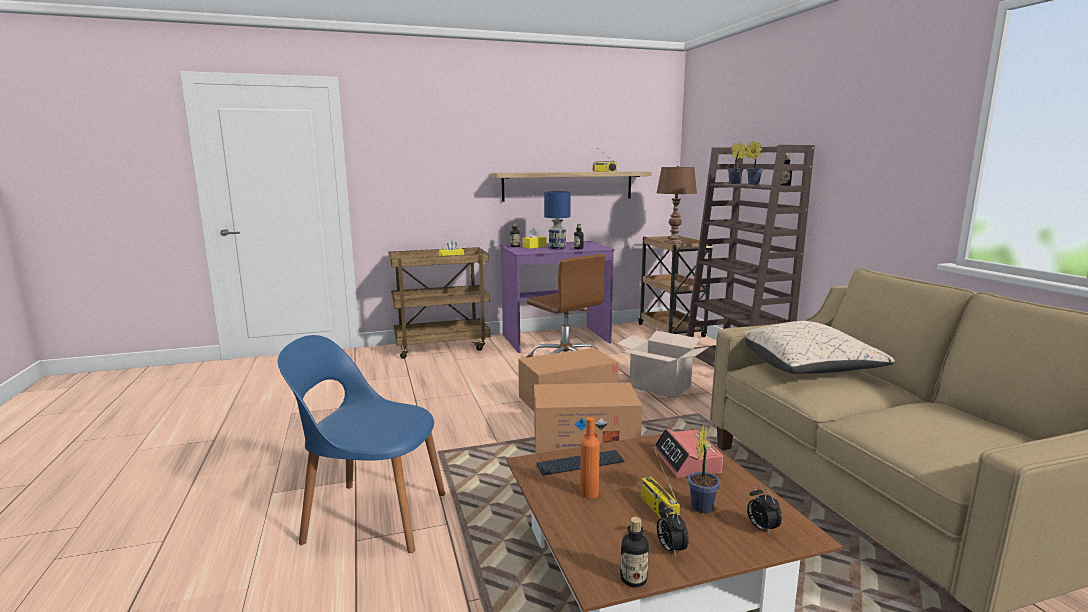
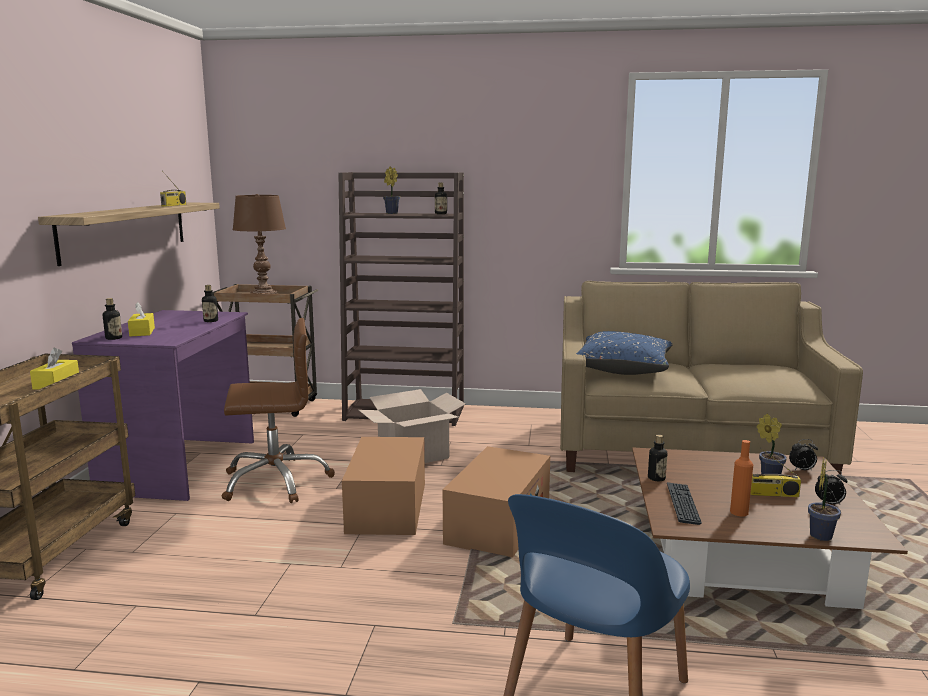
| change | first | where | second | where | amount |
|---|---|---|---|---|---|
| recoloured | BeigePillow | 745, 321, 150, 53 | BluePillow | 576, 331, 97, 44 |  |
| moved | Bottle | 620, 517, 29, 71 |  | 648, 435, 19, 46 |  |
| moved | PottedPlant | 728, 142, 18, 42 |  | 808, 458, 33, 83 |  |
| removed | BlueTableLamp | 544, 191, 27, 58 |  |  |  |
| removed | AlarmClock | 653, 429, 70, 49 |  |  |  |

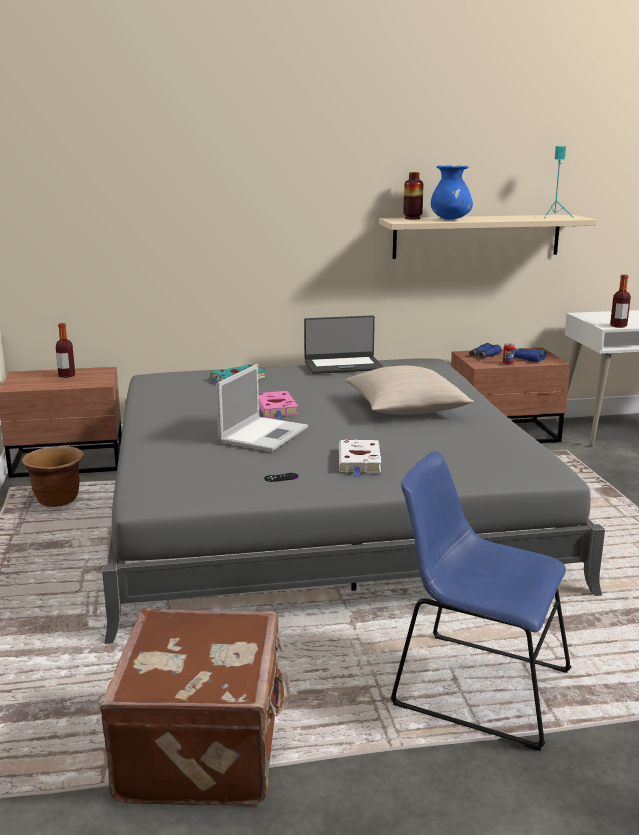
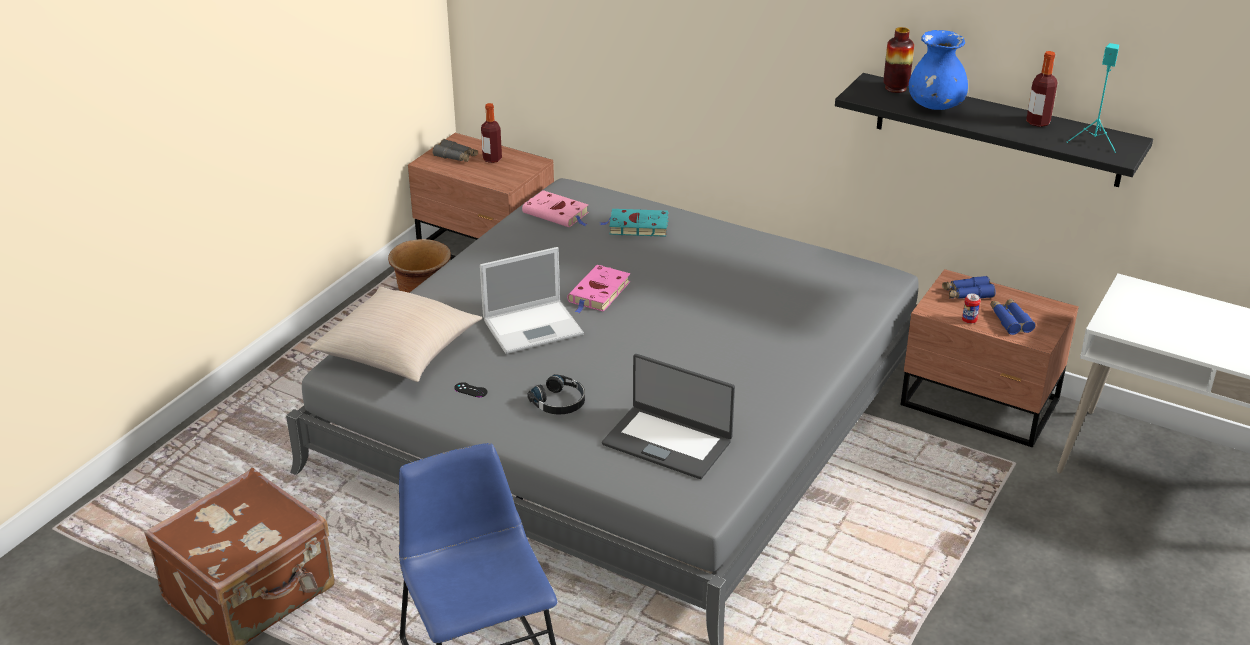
| change | first | where | second | where | amount |
|---|---|---|---|---|---|
| moved | BeigePillow | 345, 366, 129, 48 |  | 310, 287, 172, 95 |  |
| added |  |  | GreyBinoculars | 433, 139, 45, 23 |  |
| added |  |  | PinkBook | 522, 190, 67, 37 |  |
| replaced | WhiteBook | 339, 440, 42, 38 | BlackHeadphones | 527, 374, 58, 40 |  |
| moved | Laptop | 304, 315, 80, 59 |  | 602, 354, 133, 125 |  |
| recoloured | BeigeShelf | 379, 215, 218, 44 | BlackShelf | 835, 73, 318, 114 |  |
| moved | Bottle | 610, 275, 21, 53 |  | 1026, 51, 31, 76 |  |

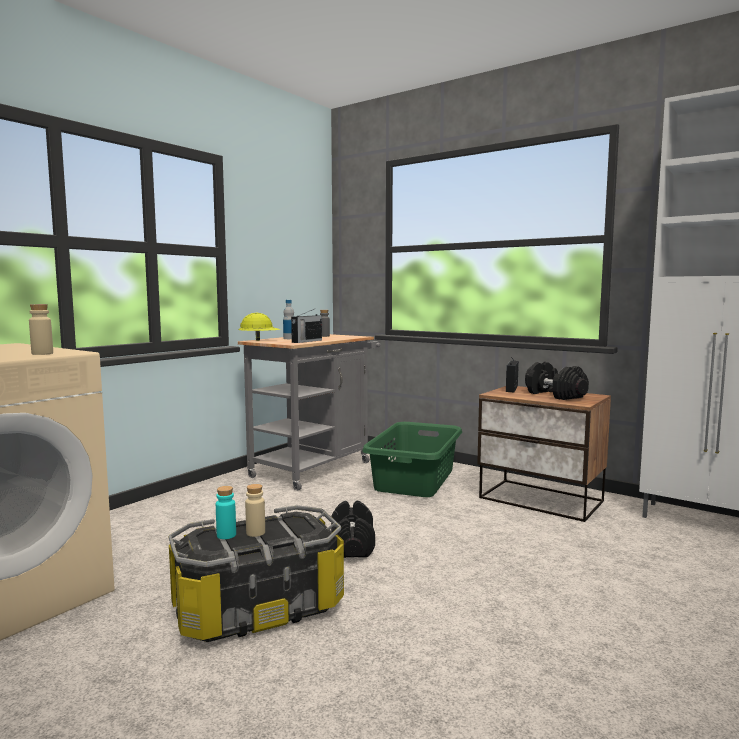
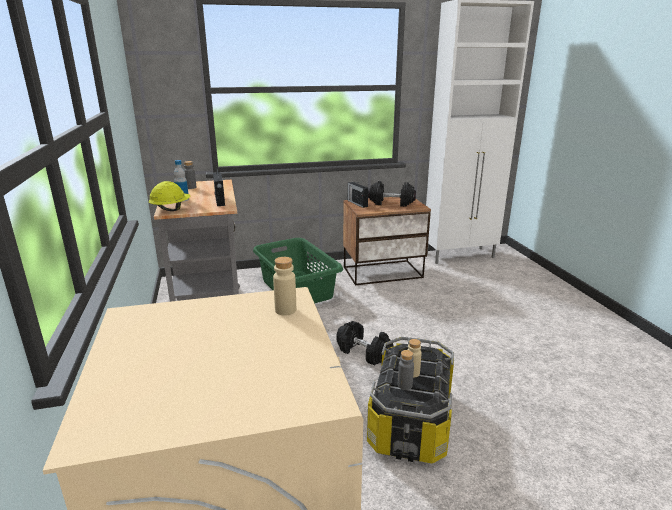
| change | first | where | second | where | amount |
|---|---|---|---|---|---|
| recoloured | TurquoiseBottle | 216, 486, 20, 53 | GreyBottle | 398, 350, 16, 40 |  |

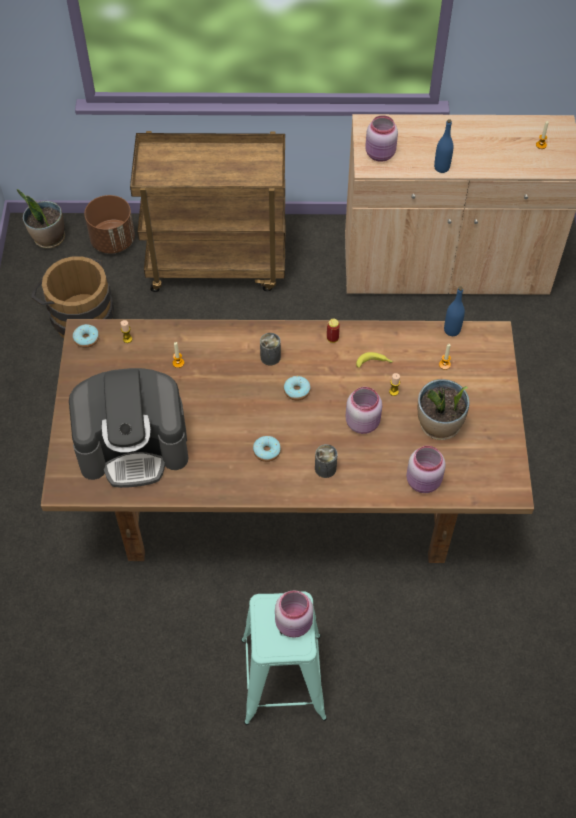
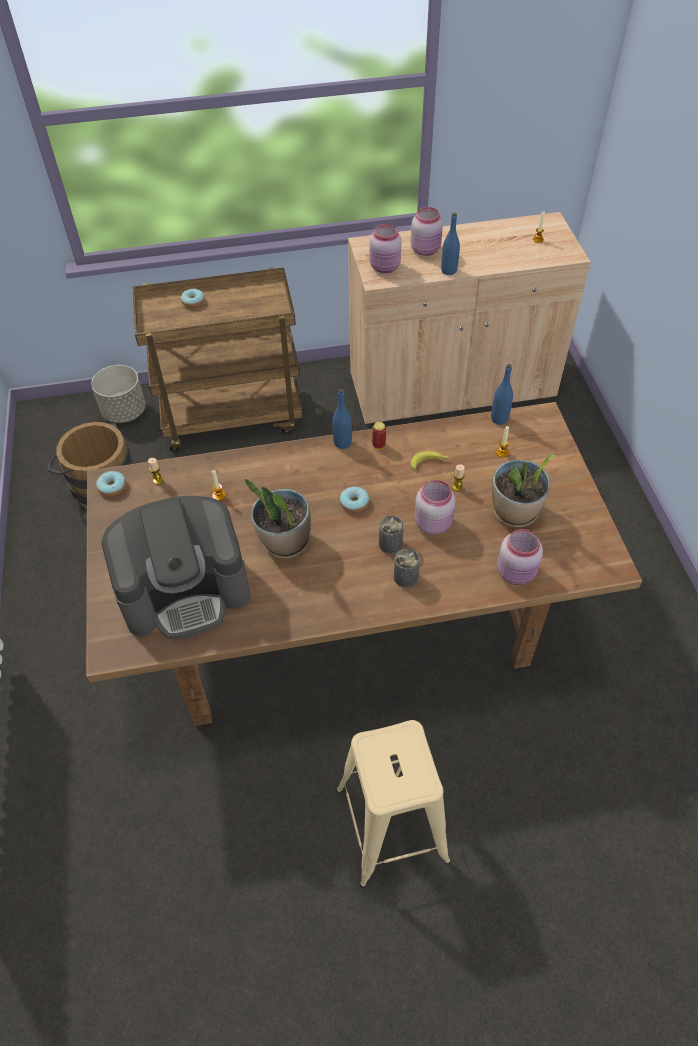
| change | first | where | second | where | amount |
|---|---|---|---|---|---|
| recoloured | BrownPlanter | 84, 195, 51, 59 | GreyPlanter | 91, 365, 55, 58 |  |
| moved | Donut | 253, 436, 28, 26 |  | 181, 288, 24, 20 |  |
| moved | PottedPlant | 17, 189, 48, 59 |  | 245, 479, 66, 79 |  |
| added |  |  | BlueBottle | 332, 389, 20, 60 |  |
| recoloured | TurquoiseStool | 241, 591, 86, 134 | BeigeStool | 336, 720, 115, 168 |  |
| moved | Can | 260, 333, 21, 32 |  | 379, 516, 25, 38 |  |
| moved | PinkJar | 275, 590, 38, 48 |  | 411, 207, 32, 49 |  |

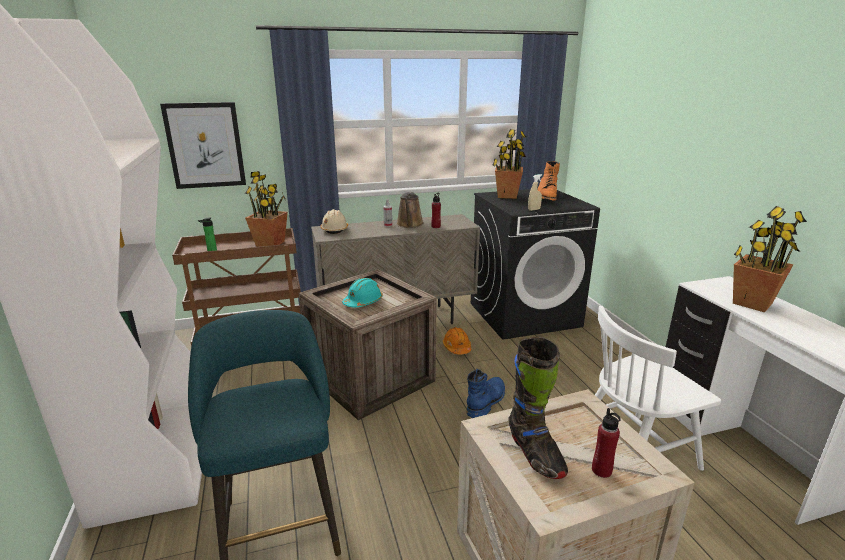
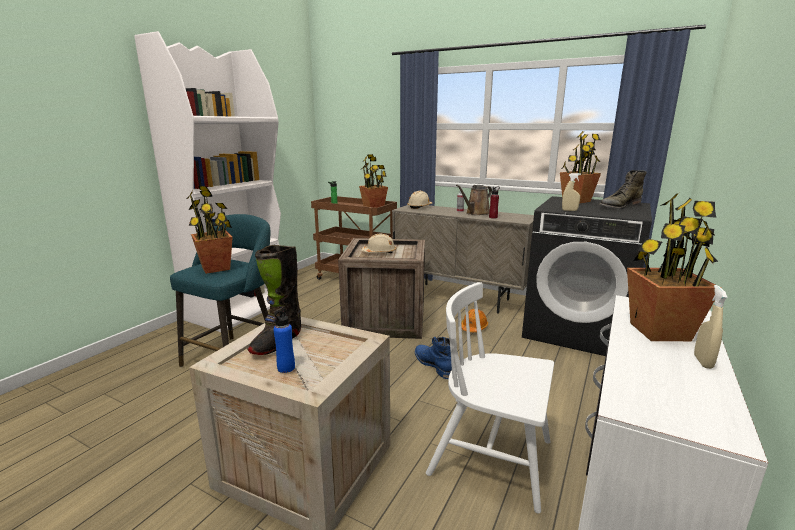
| change | first | where | second | where | amount |
|---|---|---|---|---|---|
| added |  |  | PottedPlant | 186, 186, 47, 88 |  |
| recoloured | RedBottle | 592, 408, 29, 70 | BlueBottle | 273, 308, 22, 65 |  |
| recoloured | TurquoiseHardHat | 342, 278, 41, 30 | BeigeHardHat | 361, 234, 35, 19 |  |
| turned | BlueBoot | 467, 369, 38, 49 |  | 415, 337, 37, 42 | 105 degrees counterclockwise |
| recoloured | OrangeBoot | 537, 161, 23, 39 | GreenBoot | 599, 170, 48, 39 |  |
| added |  |  | BeigeSprayBottle | 694, 285, 34, 84 |  |
| removed | Picture | 160, 102, 86, 87 |  |  |  |

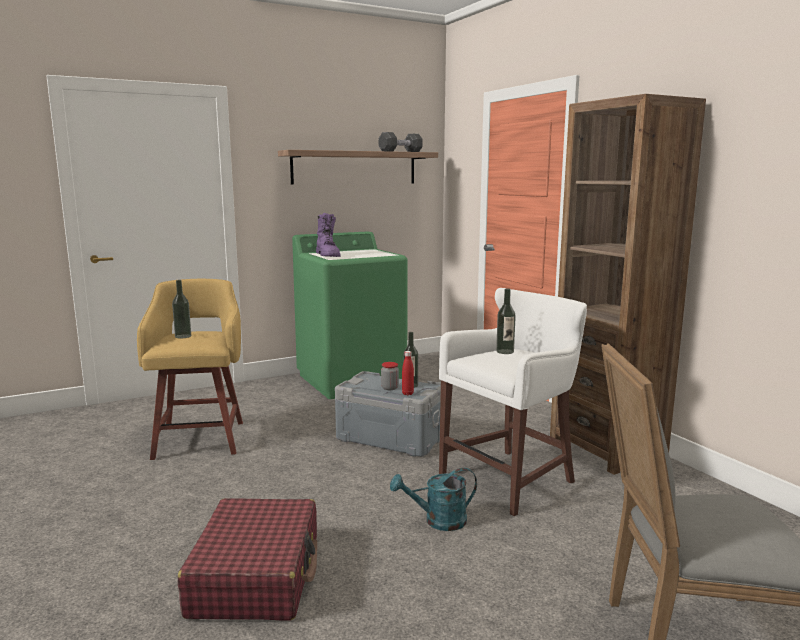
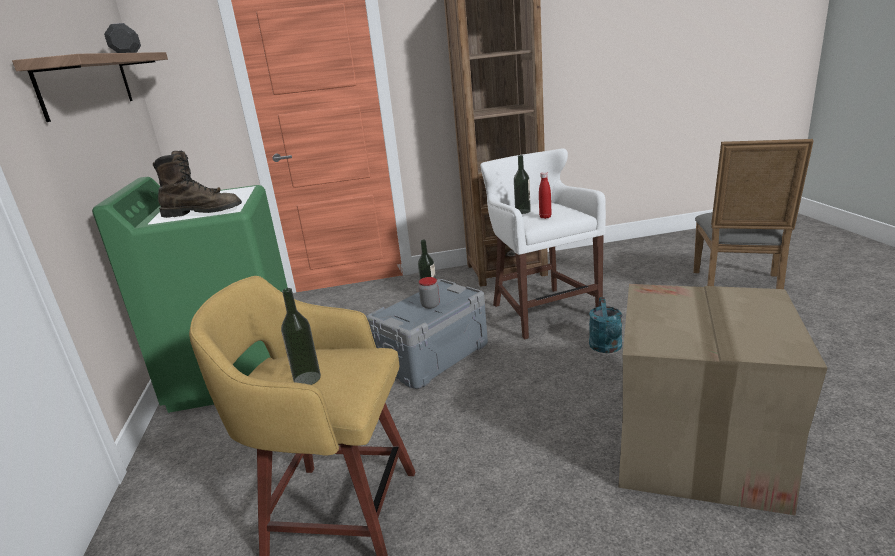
| change | first | where | second | where | amount |
|---|---|---|---|---|---|
| recoloured | PurpleBoot | 316, 213, 25, 44 | BrownBoot | 153, 151, 89, 67 |  |
| moved | RedBottle | 402, 351, 12, 44 |  | 539, 172, 12, 47 |  |
| replaced | RedSuitcase | 178, 498, 139, 123 | CardboardBox | 618, 284, 209, 231 |  |

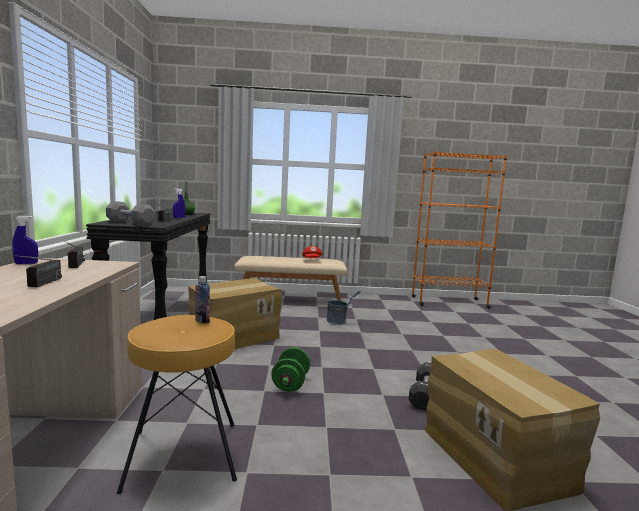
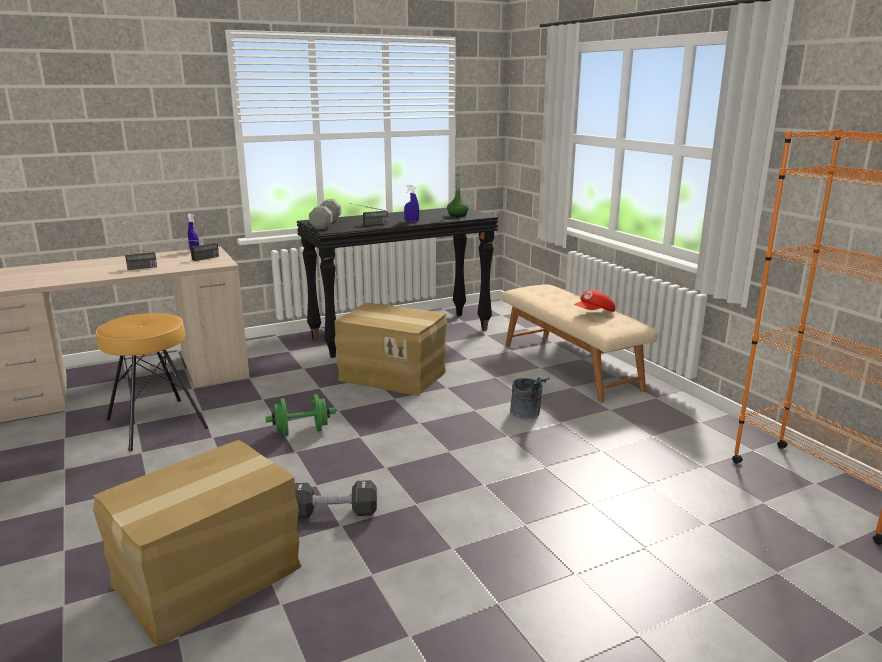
| change | first | where | second | where | amount |
|---|---|---|---|---|---|
| removed | Bottle | 195, 276, 15, 48 |  |  |  |

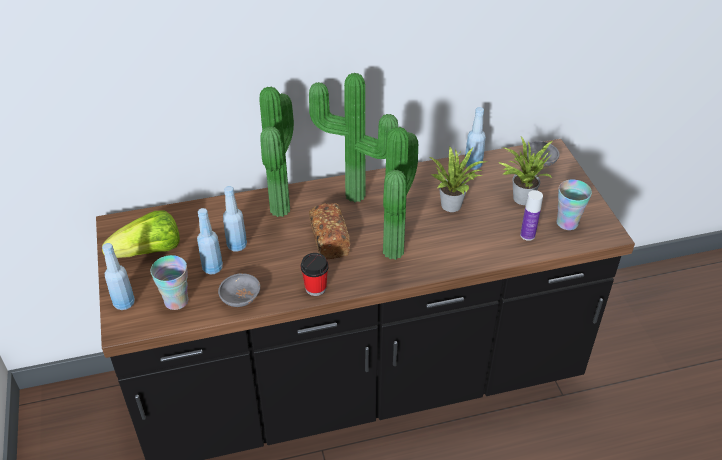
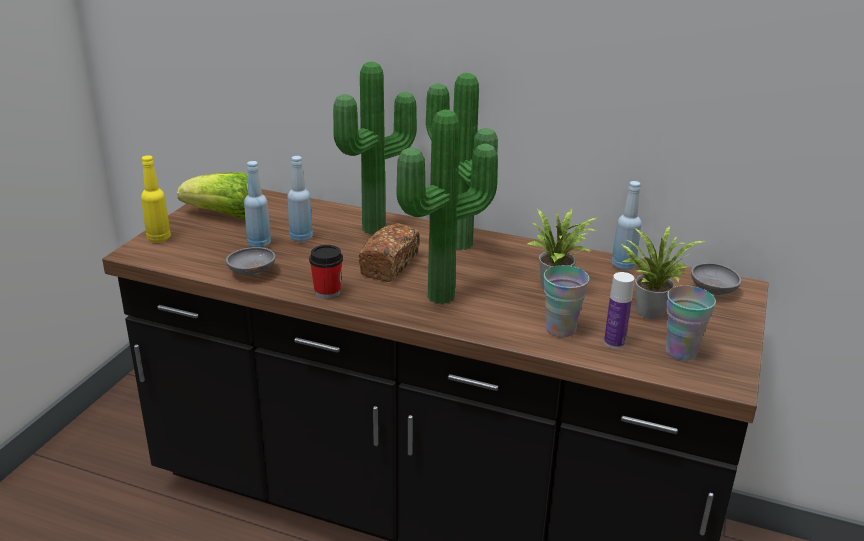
| change | first | where | second | where | amount |
|---|---|---|---|---|---|
| recoloured | BlueBottle | 102, 243, 33, 67 | YellowBottle | 141, 155, 30, 88 |  |
| moved | Cup | 150, 255, 38, 55 |  | 544, 265, 45, 72 |  |

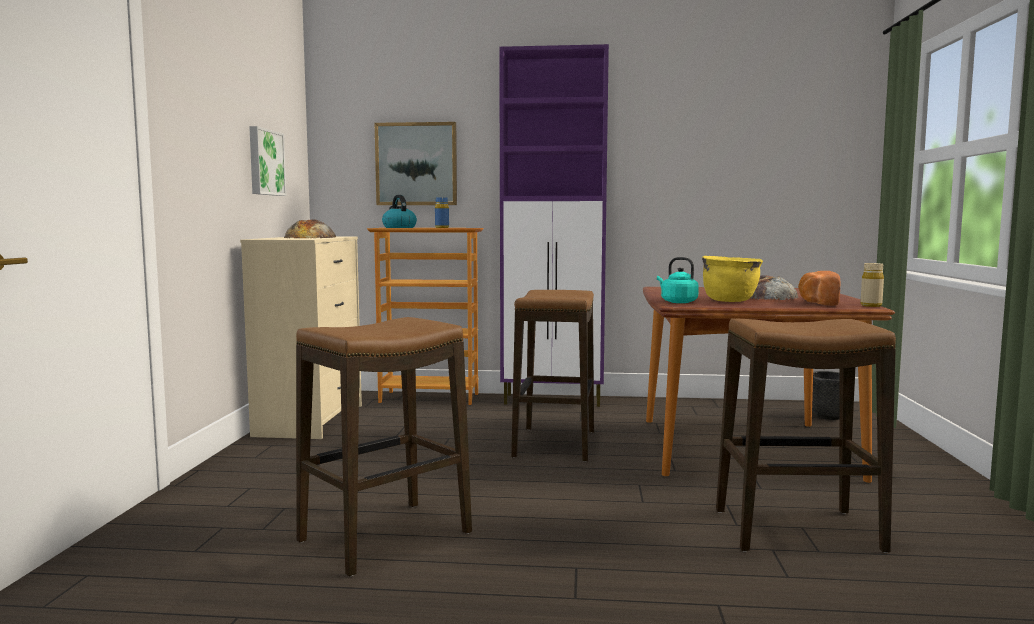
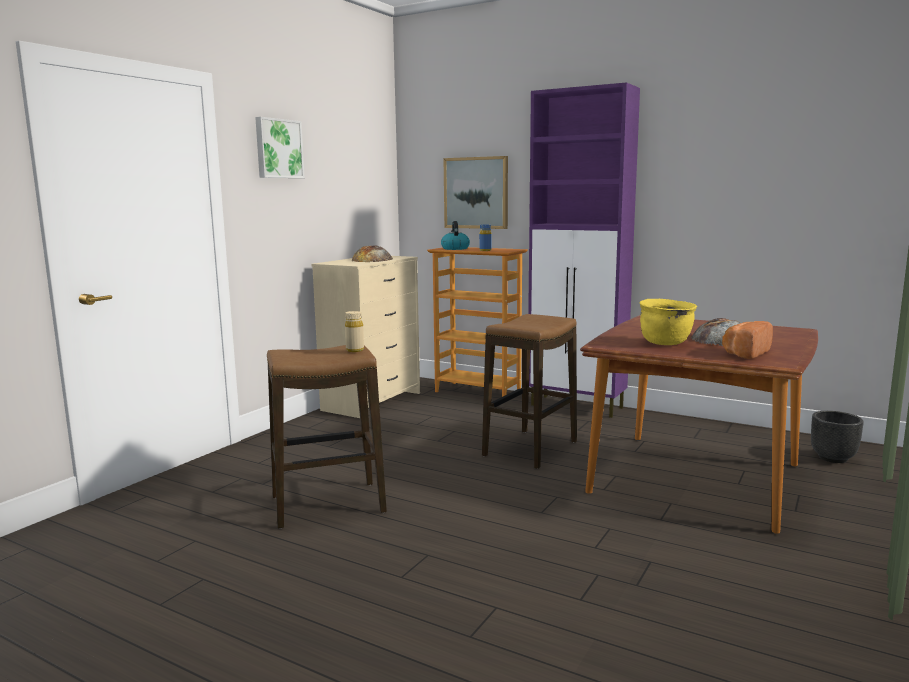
| change | first | where | second | where | amount |
|---|---|---|---|---|---|
| moved | Picture | 249, 126, 38, 70 |  | 255, 117, 50, 61 |  |
| moved | BeigeBottle | 861, 263, 23, 44 |  | 345, 311, 19, 41 |  |
| removed | TurquoiseKettle | 657, 257, 42, 46 |  |  |  |
| removed | Stool | 716, 319, 180, 234 |  |  |  |

